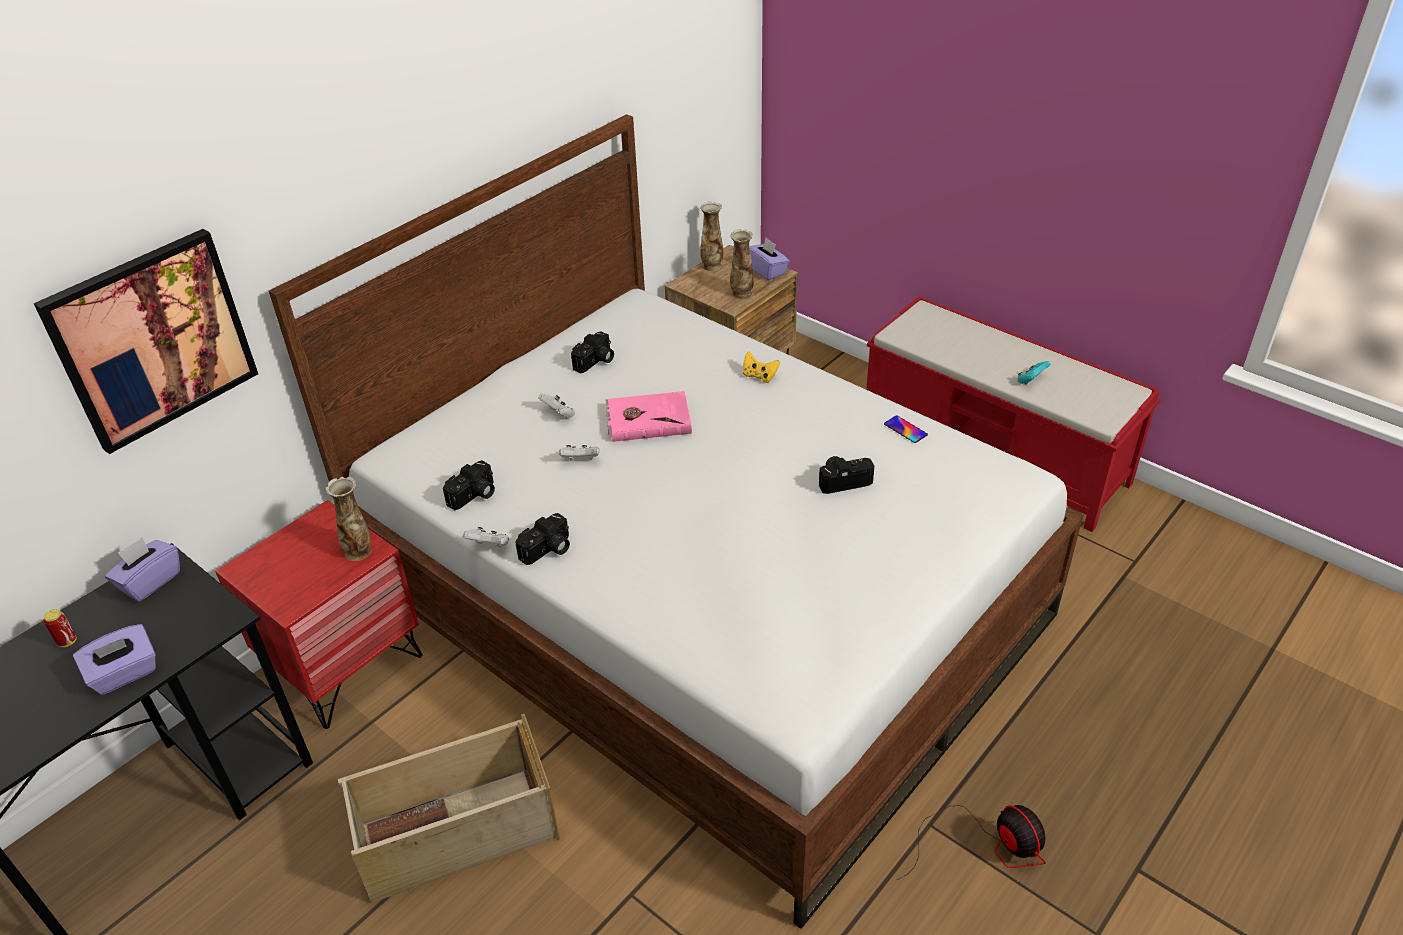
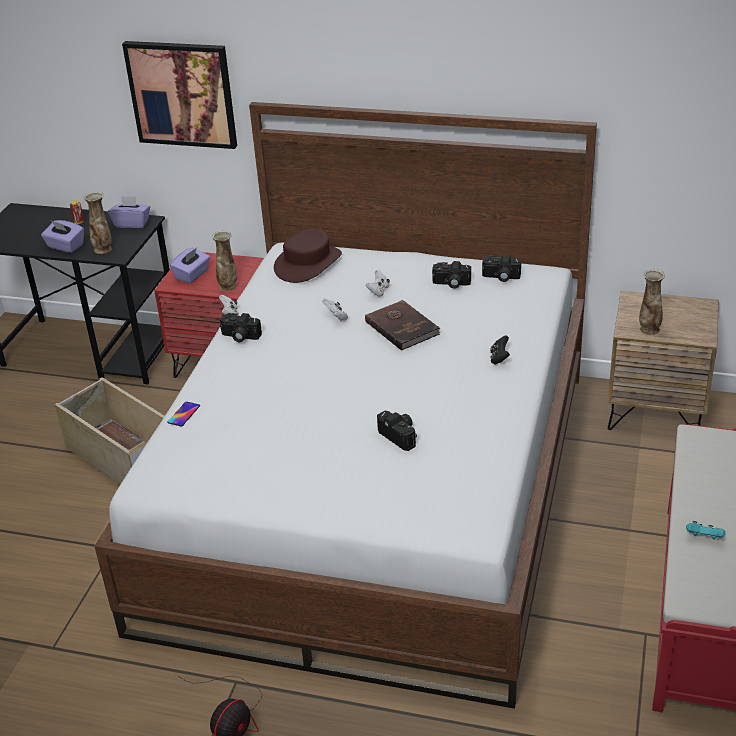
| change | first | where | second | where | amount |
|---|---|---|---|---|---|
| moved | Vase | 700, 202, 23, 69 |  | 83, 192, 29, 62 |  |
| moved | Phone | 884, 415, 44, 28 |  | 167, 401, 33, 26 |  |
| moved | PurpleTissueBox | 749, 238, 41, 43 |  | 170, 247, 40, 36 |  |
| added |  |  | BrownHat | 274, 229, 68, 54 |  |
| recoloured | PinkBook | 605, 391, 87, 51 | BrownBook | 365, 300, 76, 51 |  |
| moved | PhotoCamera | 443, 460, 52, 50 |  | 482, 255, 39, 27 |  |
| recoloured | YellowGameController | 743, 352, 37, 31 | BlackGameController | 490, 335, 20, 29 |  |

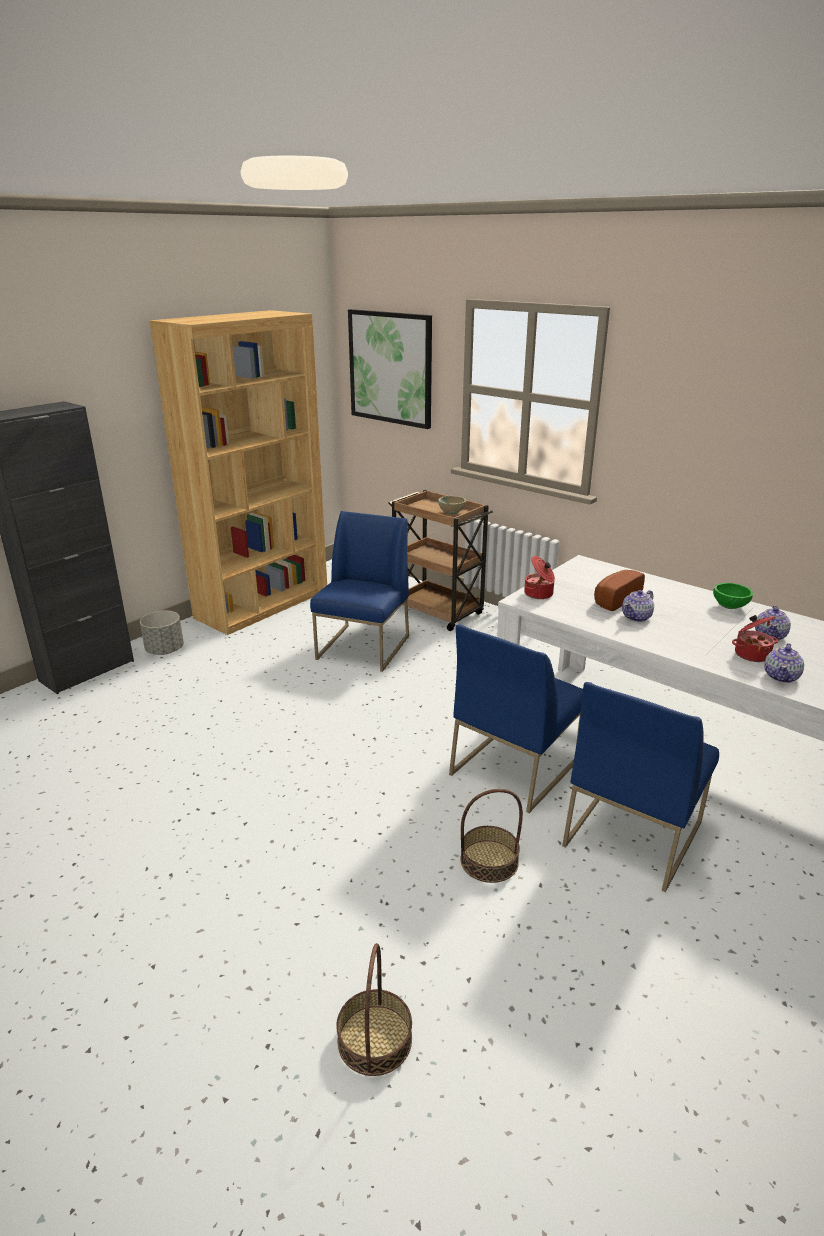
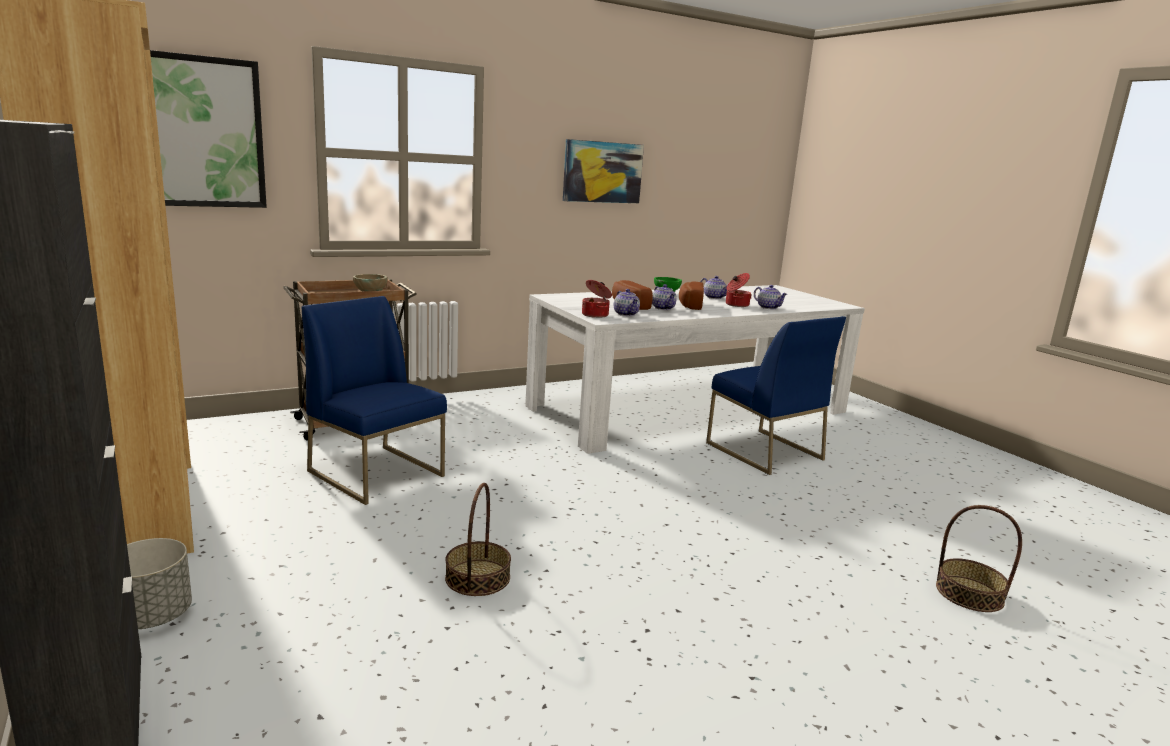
| change | first | where | second | where | amount |
|---|---|---|---|---|---|
| moved | Basket | 460, 789, 63, 94 |  | 445, 483, 66, 113 |  |
| added |  |  | Picture | 563, 139, 81, 64 |  |
| added |  |  | Teapot | 614, 289, 26, 27 |  |
| added |  |  | Bread | 679, 281, 25, 29 |  |
| removed | BlueChair | 449, 624, 134, 189 |  |  |  |

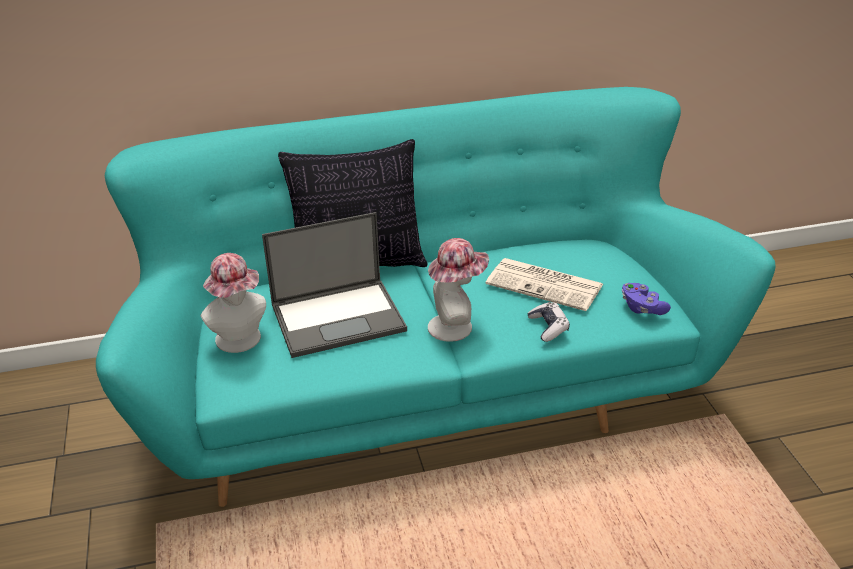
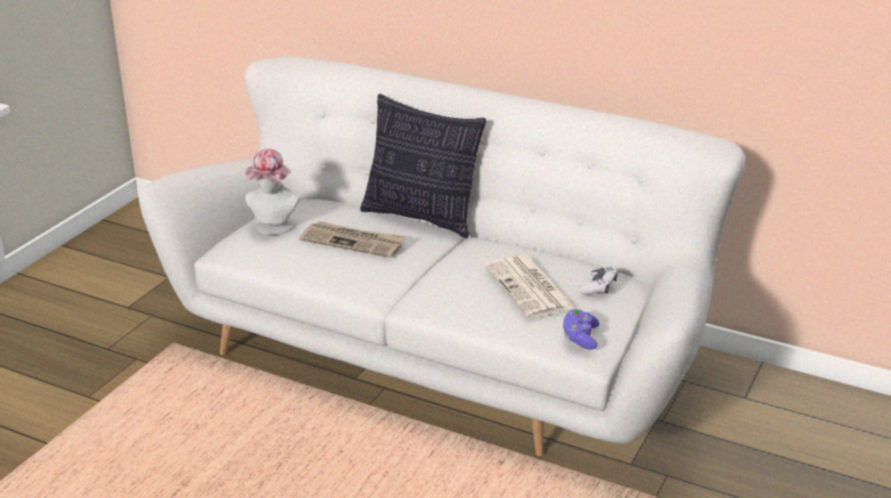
| change | first | where | second | where | amount |
|---|---|---|---|---|---|
| recoloured | TurquoiseSofa | 96, 87, 680, 420 | WhiteSofa | 138, 57, 608, 399 |  |
| replaced | Laptop | 262, 212, 145, 146 | Newspaper | 299, 221, 107, 37 |  |
| moved | GameController | 527, 302, 43, 40 |  | 579, 267, 39, 28 |  |
| removed | Hat | 428, 238, 61, 104 |  |  |  |

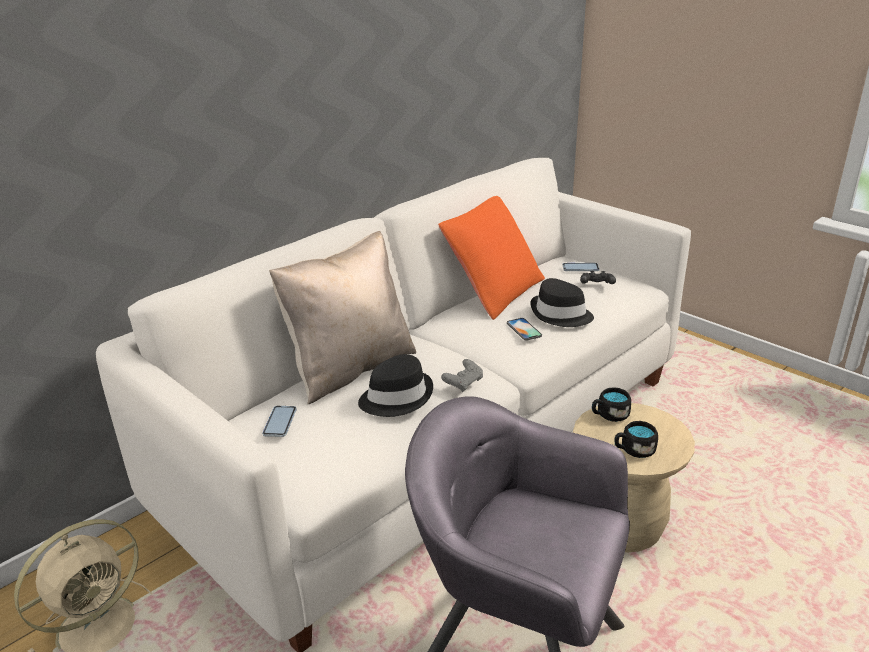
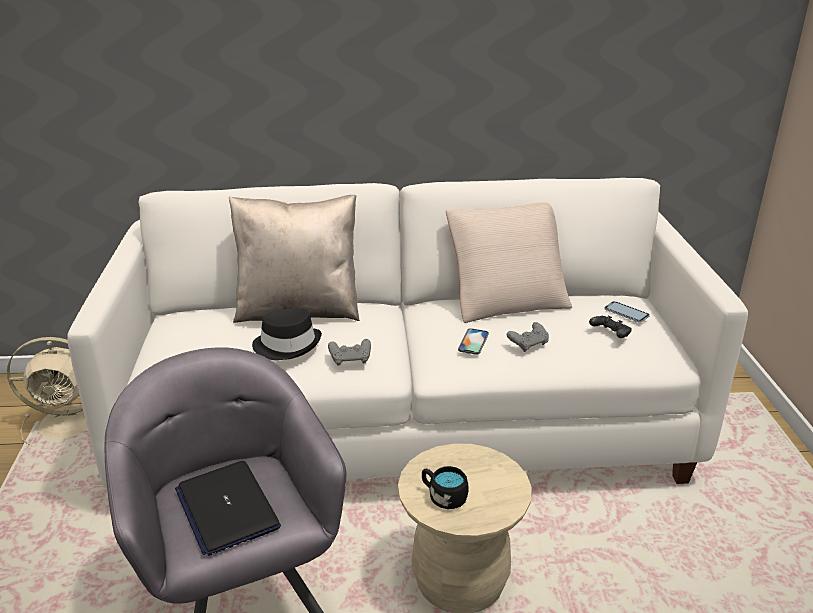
| change | first | where | second | where | amount |
|---|---|---|---|---|---|
| added |  |  | Laptop | 175, 461, 106, 95 |  |
| recoloured | OrangePillow | 438, 196, 107, 124 | BeigePillow | 446, 202, 126, 121 |  |
| replaced | BlackHat | 530, 278, 64, 49 | GreyGameController | 507, 322, 42, 30 |  |
| removed | Phone | 262, 406, 35, 31 |  |  |  |
| removed | BlackMug | 592, 387, 39, 35 |  |  |  |

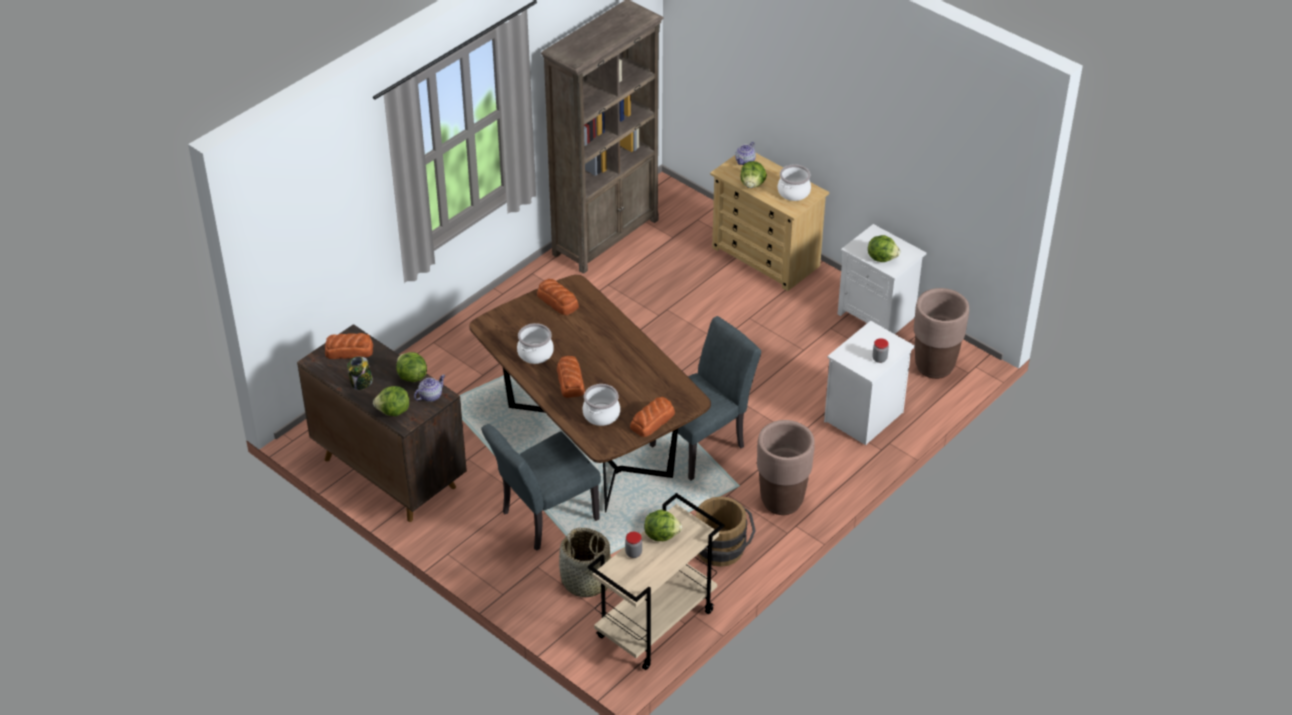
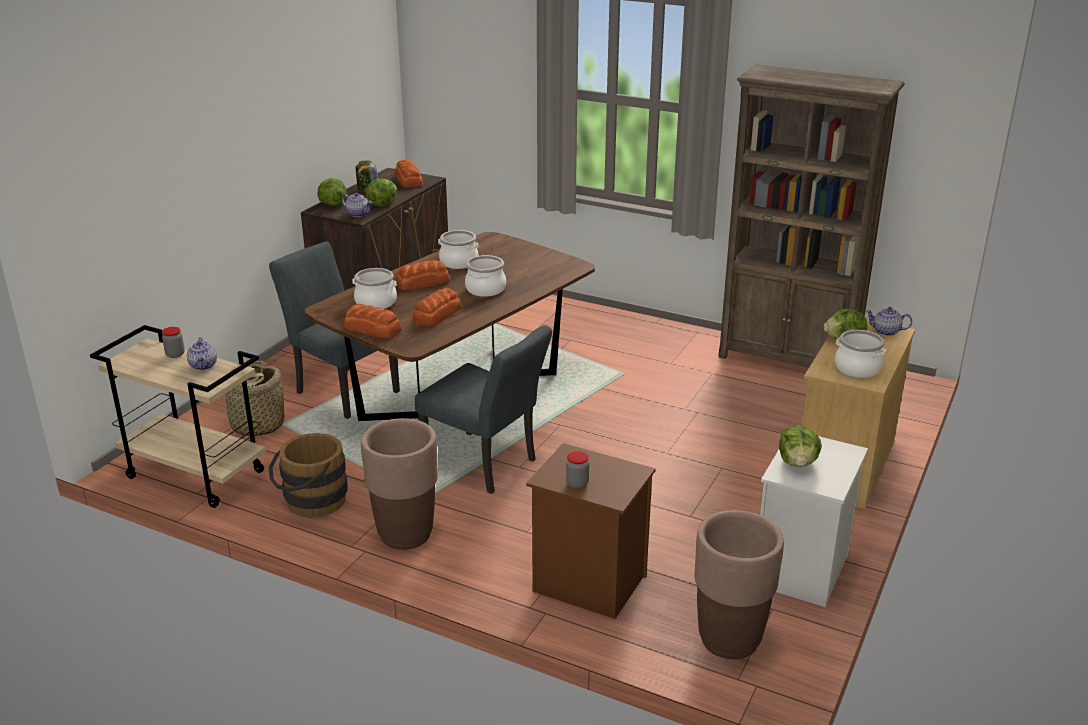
| change | first | where | second | where | amount |
|---|---|---|---|---|---|
| replaced | Lettuce | 644, 510, 38, 31 | Teapot | 187, 337, 30, 33 |  |
| moved | Bread | 537, 279, 42, 36 |  | 412, 288, 50, 39 |  |
| added |  |  | CookingPot | 465, 255, 41, 42 |  |
| recoloured | WhiteNightstand | 824, 321, 91, 124 | BrownNightstand | 526, 443, 130, 176 |  |

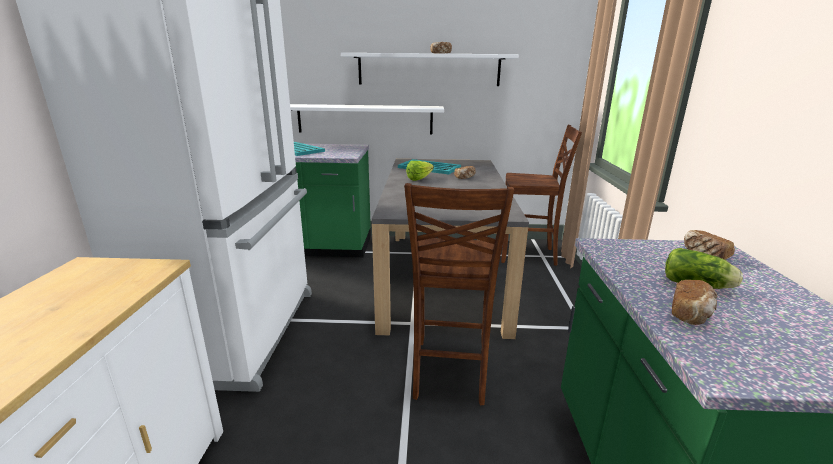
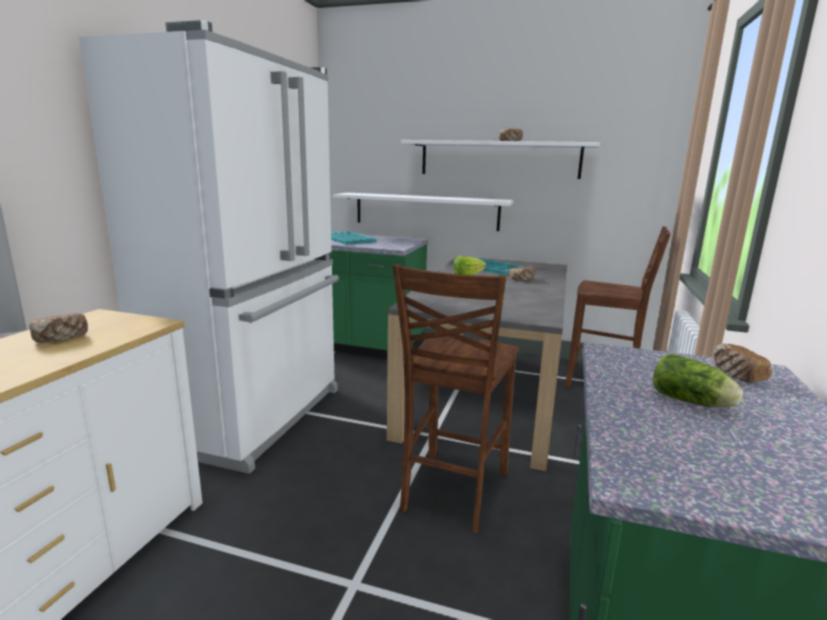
| change | first | where | second | where | amount |
|---|---|---|---|---|---|
| moved | Bread | 672, 280, 46, 45 |  | 30, 313, 58, 30 |  |

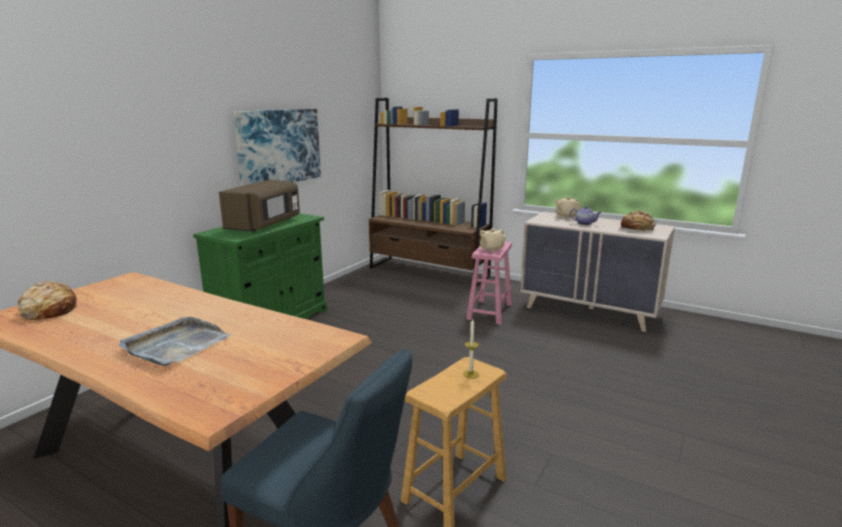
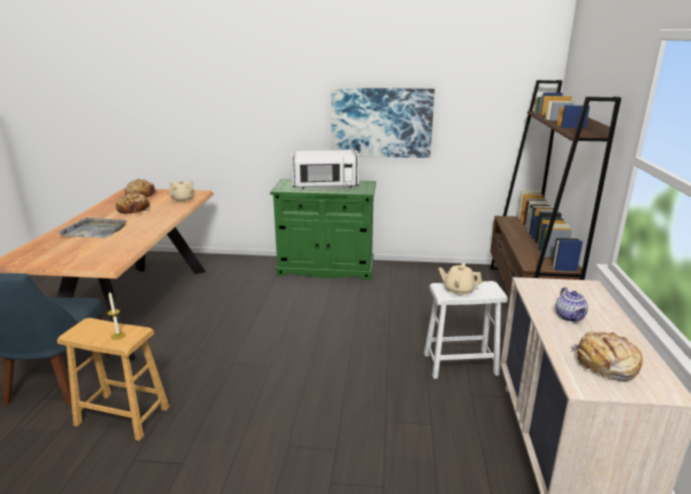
| change | first | where | second | where | amount |
|---|---|---|---|---|---|
| added |  |  | Bread | 116, 192, 34, 22 |  |
| moved | BeigeTeapot | 555, 197, 26, 22 |  | 169, 180, 25, 23 |  |
| recoloured | BrownMicrowave | 219, 180, 81, 52 | WhiteMicrowave | 291, 150, 68, 39 |  |
| recoloured | PinkStool | 466, 242, 46, 83 | WhiteStool | 424, 281, 84, 98 |  |

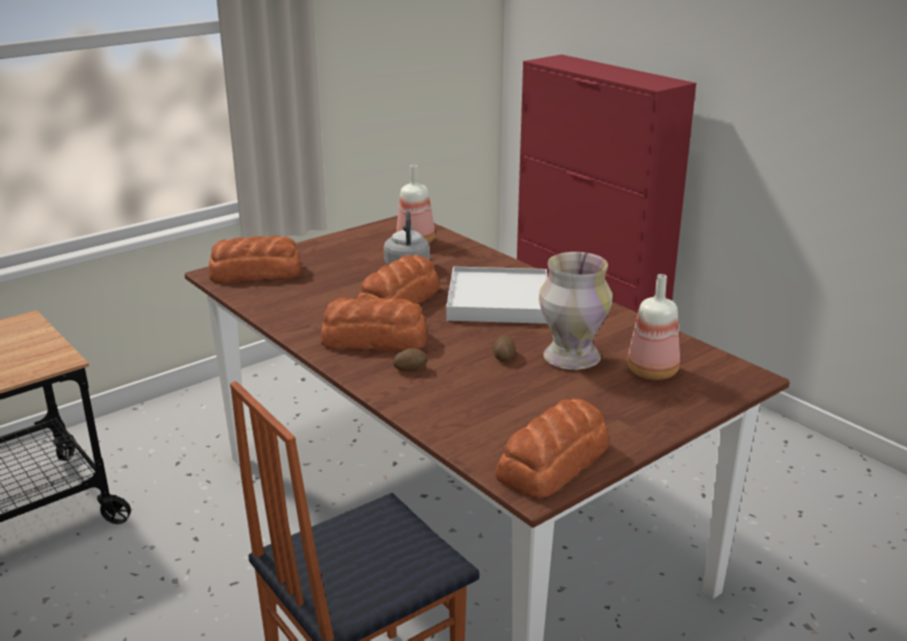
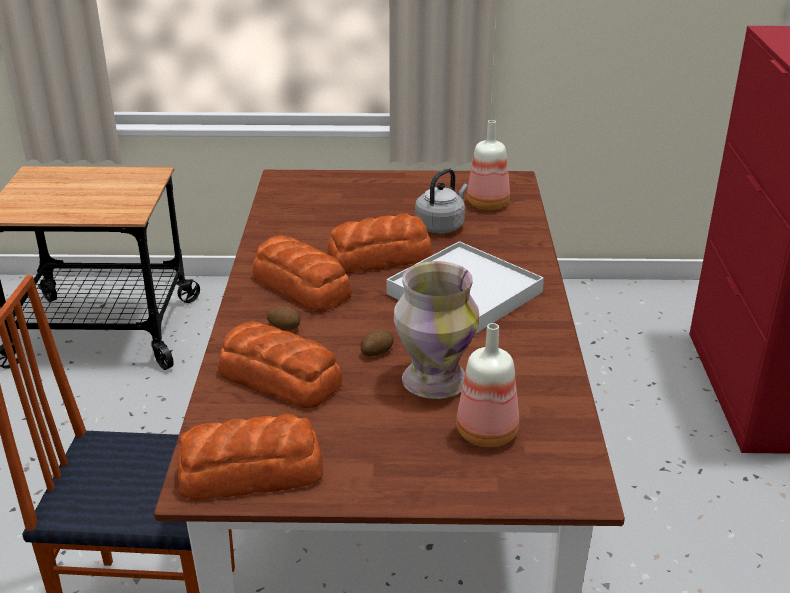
| change | first | where | second | where | amount |
|---|---|---|---|---|---|
| moved | Bread | 208, 235, 93, 48 |  | 218, 321, 124, 87 |  |

